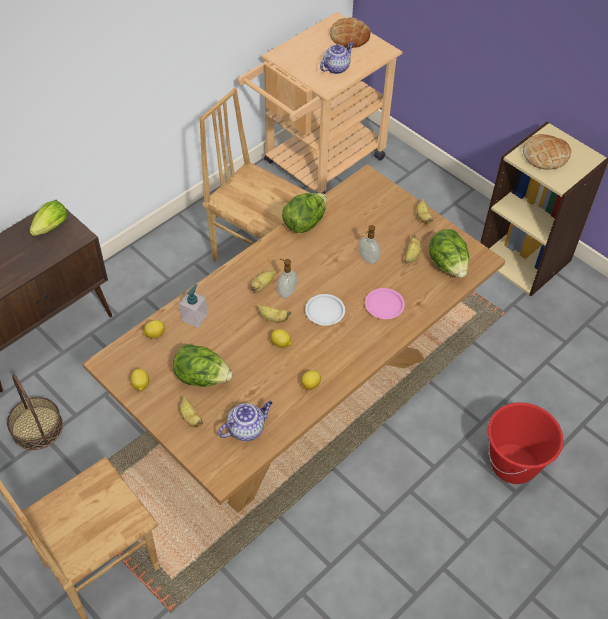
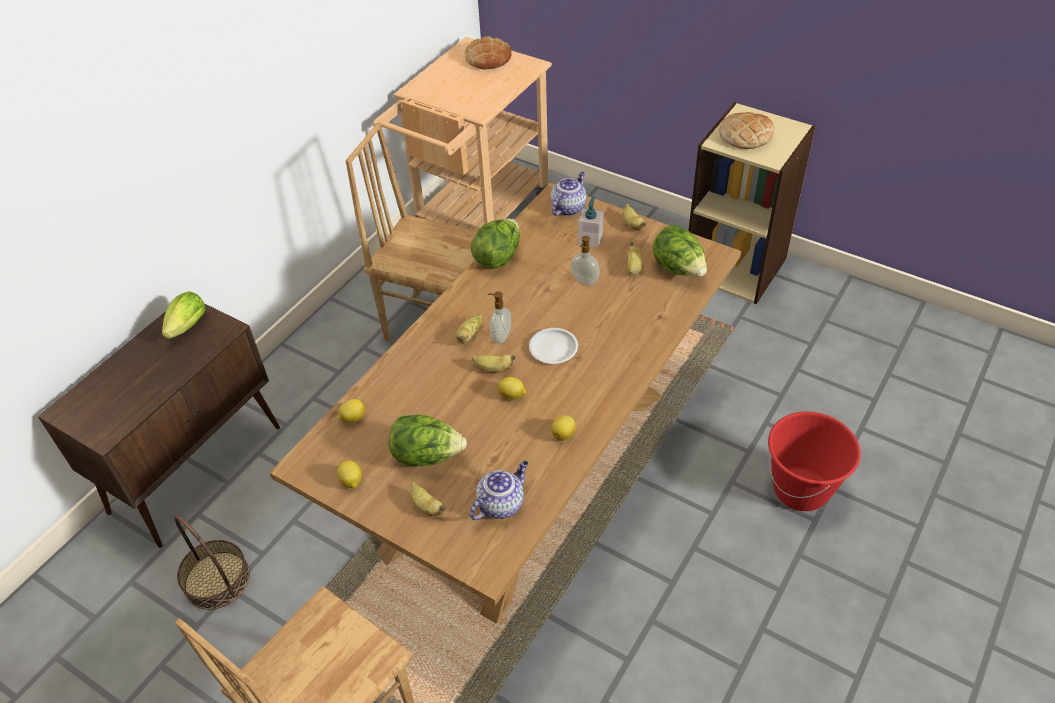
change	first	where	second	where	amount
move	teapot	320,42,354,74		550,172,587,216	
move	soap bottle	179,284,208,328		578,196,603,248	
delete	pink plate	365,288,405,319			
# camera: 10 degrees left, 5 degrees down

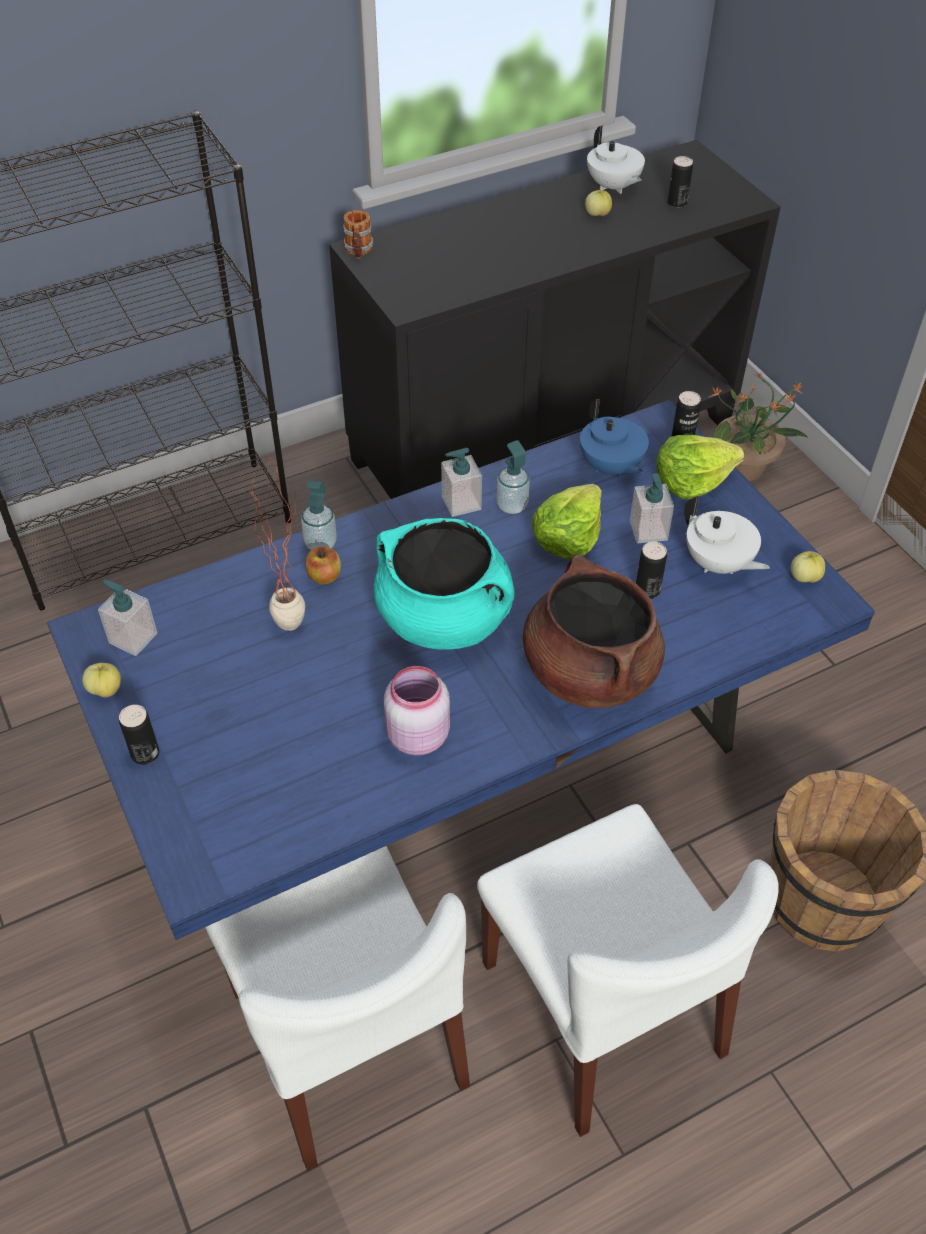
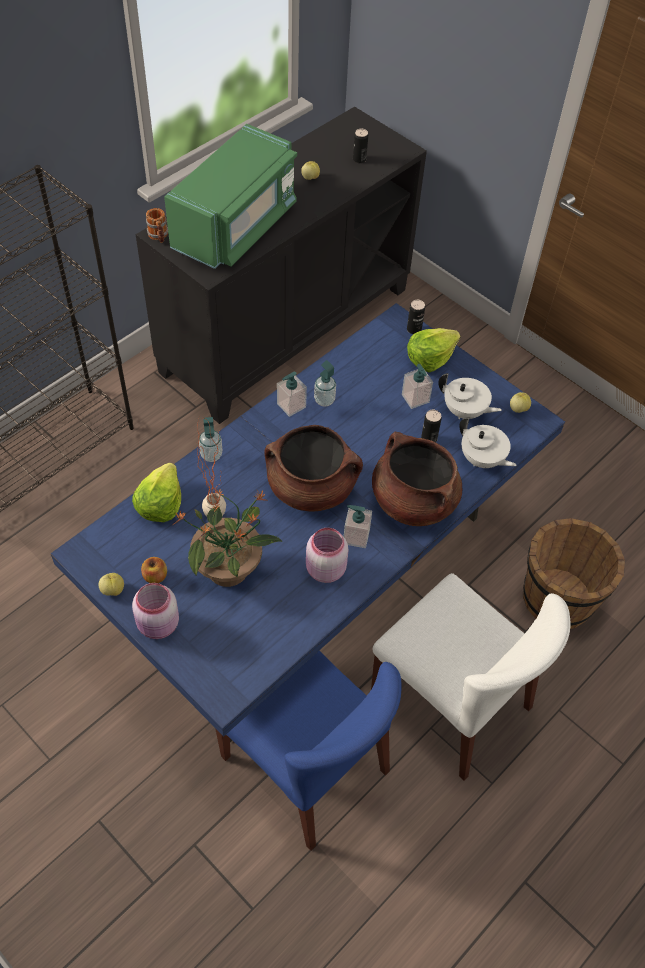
change	first	where	second	where	amount
move	white teapot	587,125,645,194		459,417,517,468	
move	potted plant	709,371,808,481		173,488,283,587	
delete	blue-coloured teapot	580,399,649,478			
move	head of lettuce	531,484,602,559		132,463,181,522	
recolor	blue-green cooking pot	374,518,515,650	brownish cooking pot	264,425,363,512	
move	whole apple	305,546,341,584		141,557,167,583	
move	soap bottle	98,580,157,656		344,505,372,548	
replace	metal can	119,705,159,765	pink preserve jar	132,583,179,639	
recolor	white chair	205,846,470,1171	blue-coloured chair	215,650,402,851	
insert			green microwave oven	164,124,297,269	
# camera: 20 degrees left, 5 degrees up

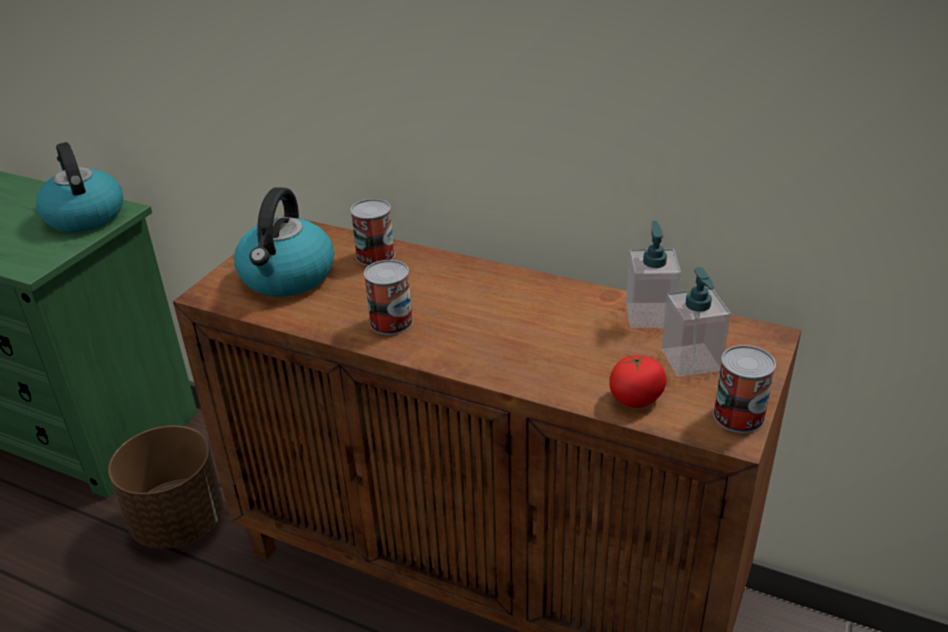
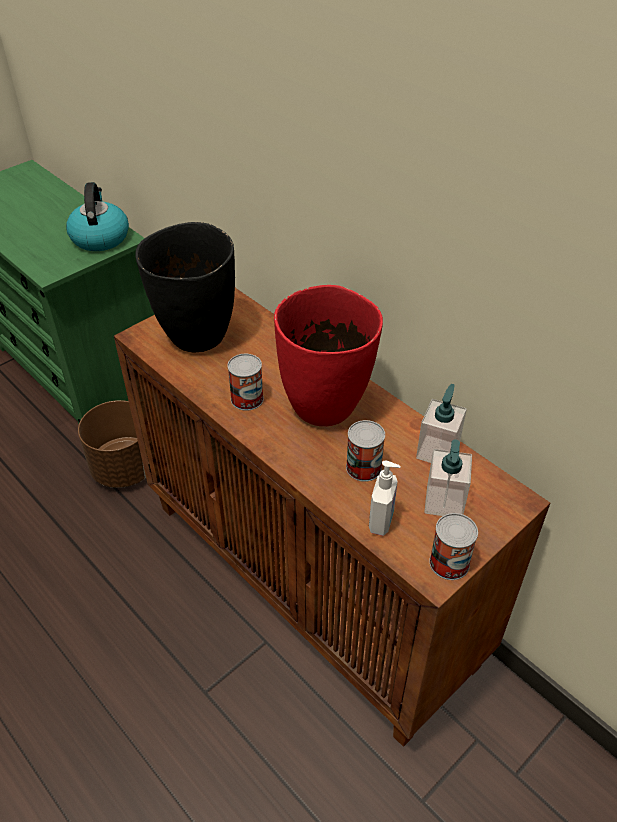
change	first	where	second	where	amount
replace	water kettle	234,187,334,297	black-coloured decorative vase	135,222,235,352	
move	metal can	350,199,395,266		346,420,385,482	
replace	whole tomato	609,353,666,408	soap bottle	369,461,401,536	
insert			red decorative vase	274,285,383,426	
# camera: 20 degrees right, 10 degrees up

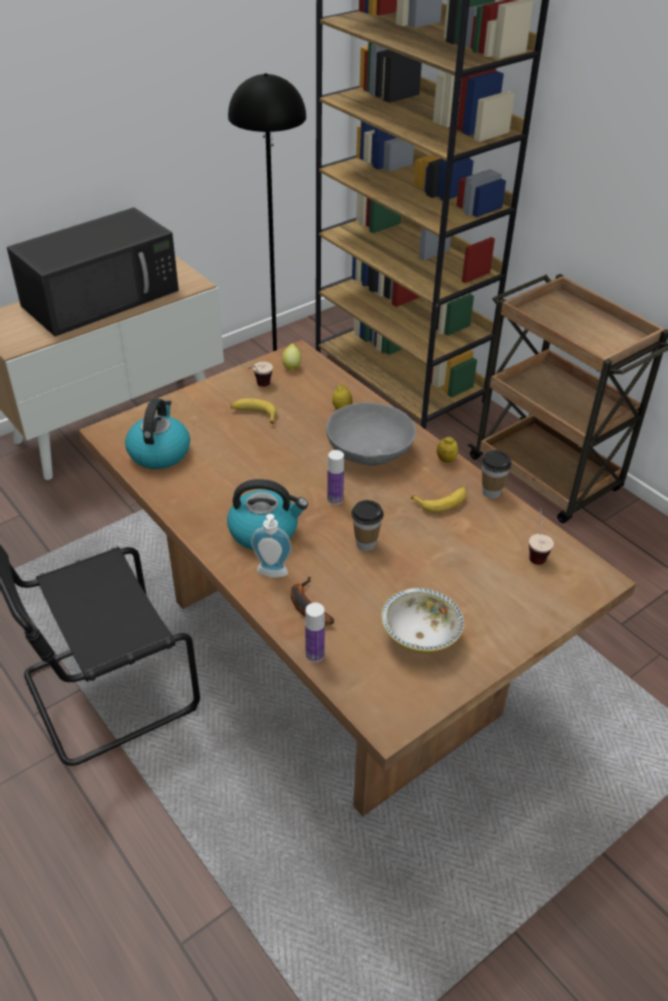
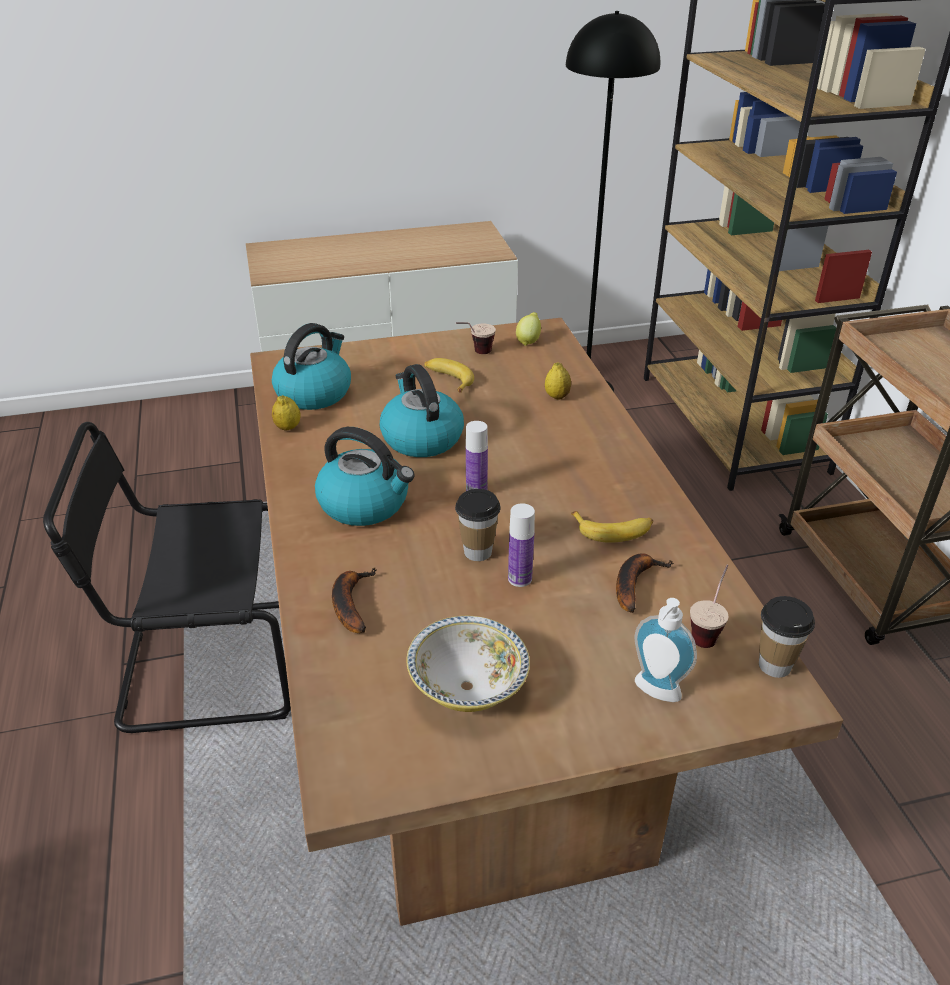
change	first	where	second	where	amount
delete	black-coloured microwave oven	7,207,179,336			
delete	greyish bowl	326,402,416,466			
move	lemon	437,437,458,462		272,395,301,430	
move	cup	481,450,512,499		759,596,815,678	
move	soap bottle	251,514,292,578		634,598,697,702	
move	bottle	305,603,325,662		508,503,535,587	
insert			water kettle	380,364,464,457	
insert			banana fruit	616,553,674,613	
# camera: 25 degrees right, 5 degrees down

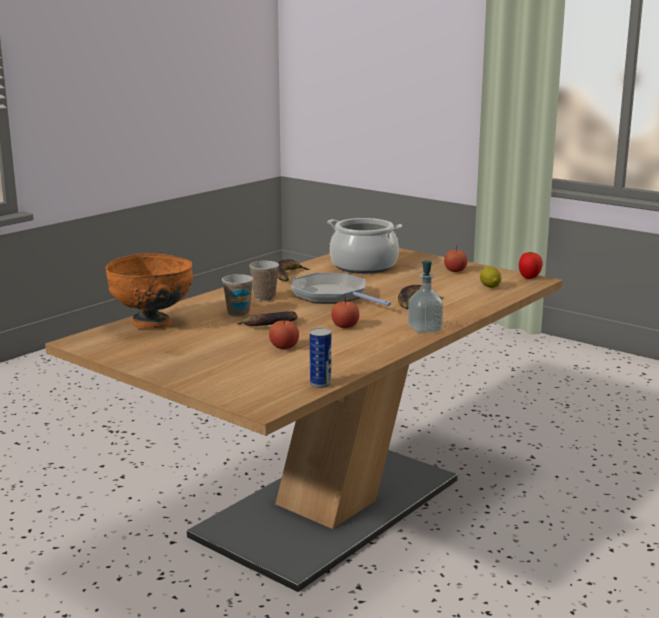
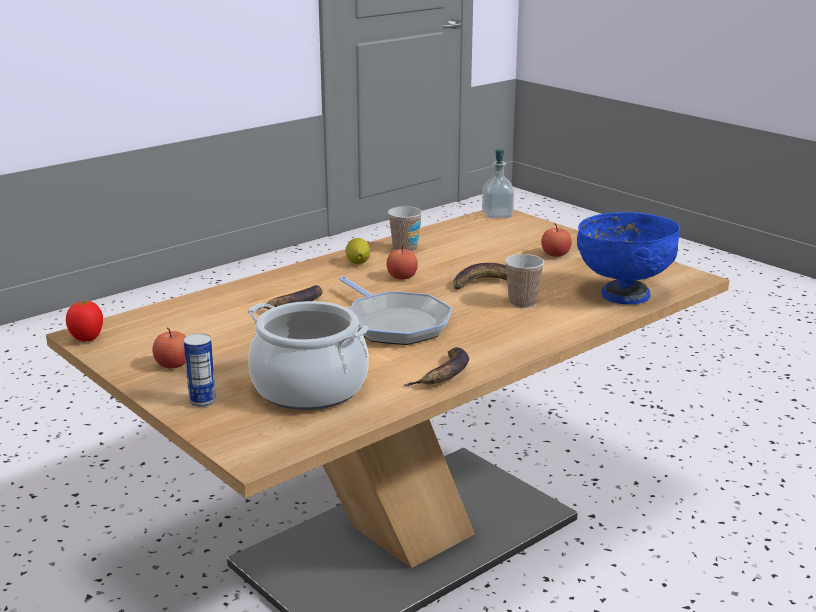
change	first	where	second	where	amount
recolor	orangey bowl	105,253,193,328	blue-coloured bowl	577,212,680,304	
move	cup	249,261,279,301		388,206,422,252	
move	soap bottle	408,261,443,333		482,149,514,219	
move	lemon	480,267,502,288		345,238,370,264	
move	whole apple	269,315,299,349		541,223,572,257	
move	metal can	310,328,331,388		184,333,216,407	
# camera: 170 degrees left, 5 degrees up

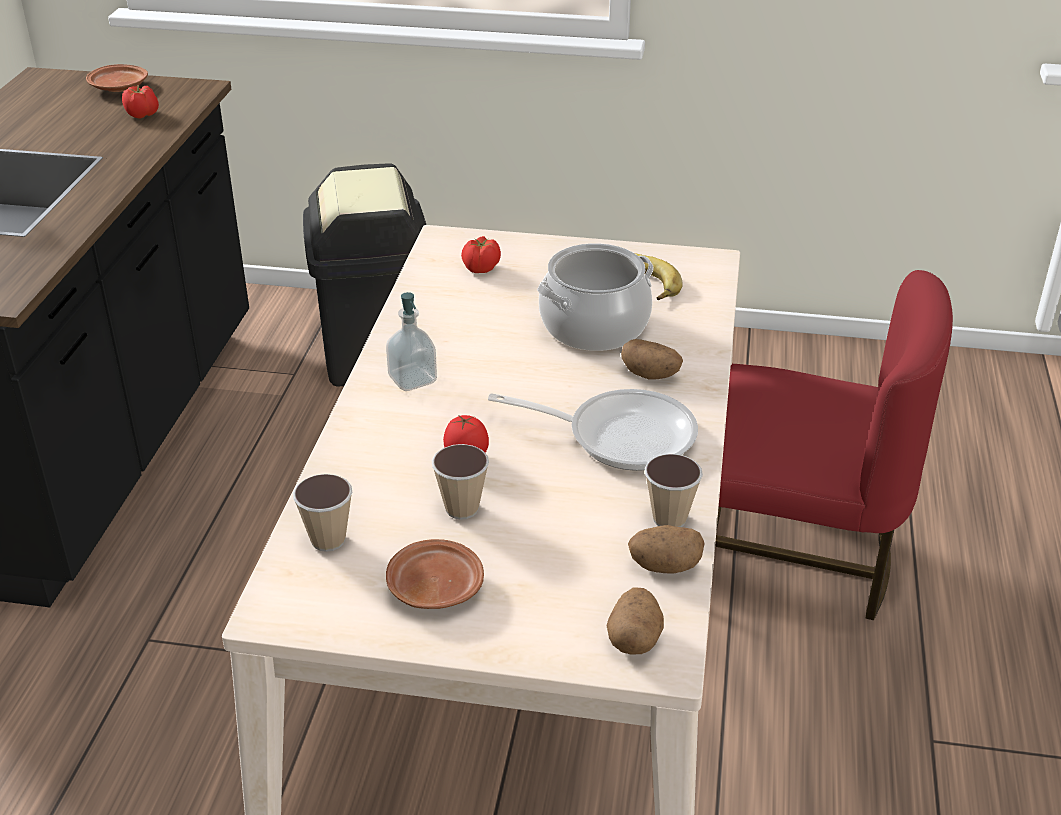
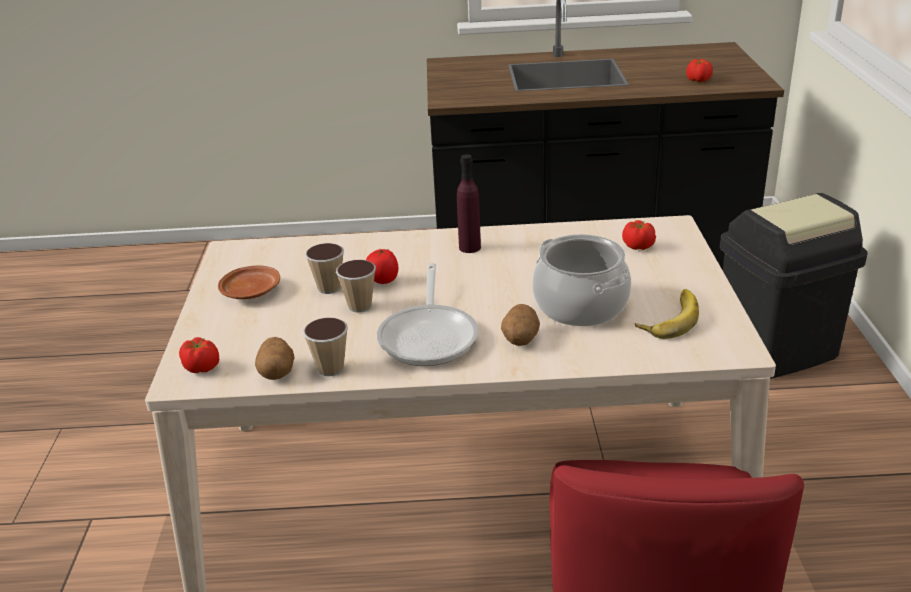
change	first	where	second	where	amount
delete	brownish plate	86,64,148,92			
replace	soap bottle	386,292,437,391	purple-coloured bottle	457,154,481,253	
move	cup	293,474,353,552		336,260,376,312	
replace	spud	606,587,664,655	whole tomato	179,337,219,373	
# camera: 80 degrees right, 5 degrees down

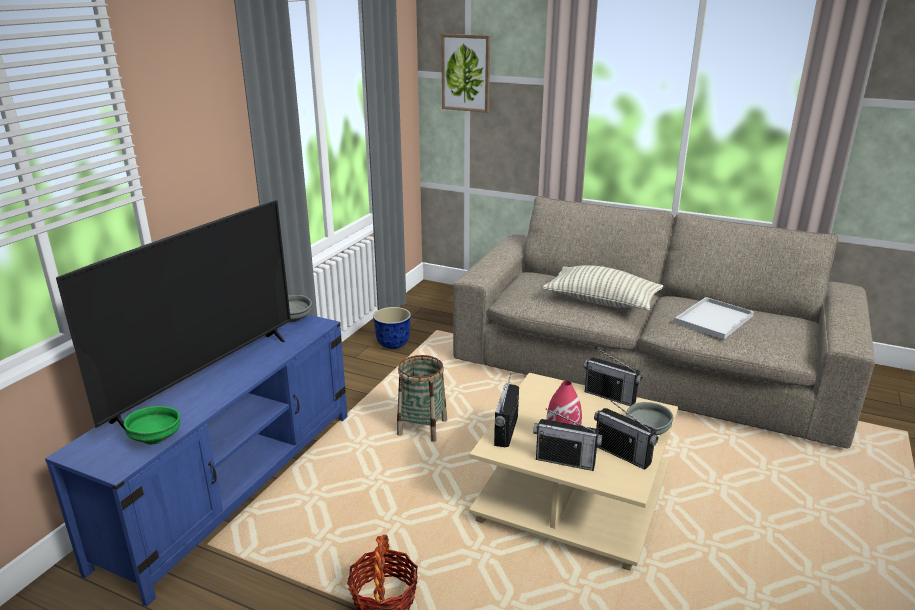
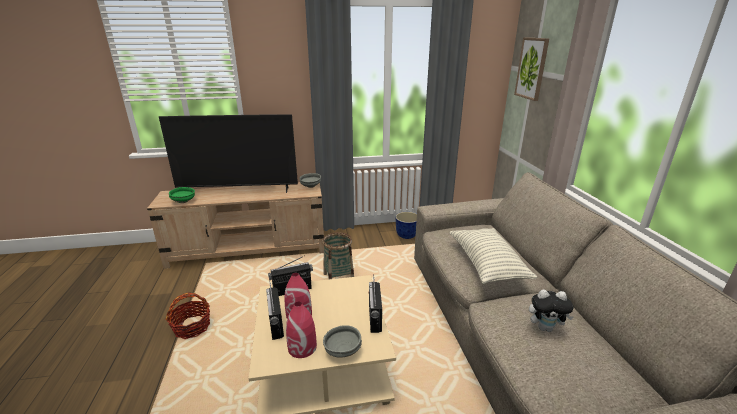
change	first	where	second	where	amount
replace	white tray	674,297,754,339	soft toy	529,290,574,332	
recolor	blue-coloured tv stand	45,315,348,607	beige tv stand	147,182,324,269	
replace	radio receiver	594,398,658,470	red decorative vase	286,302,317,358	
# camera: 55 degrees right, 0 degrees up

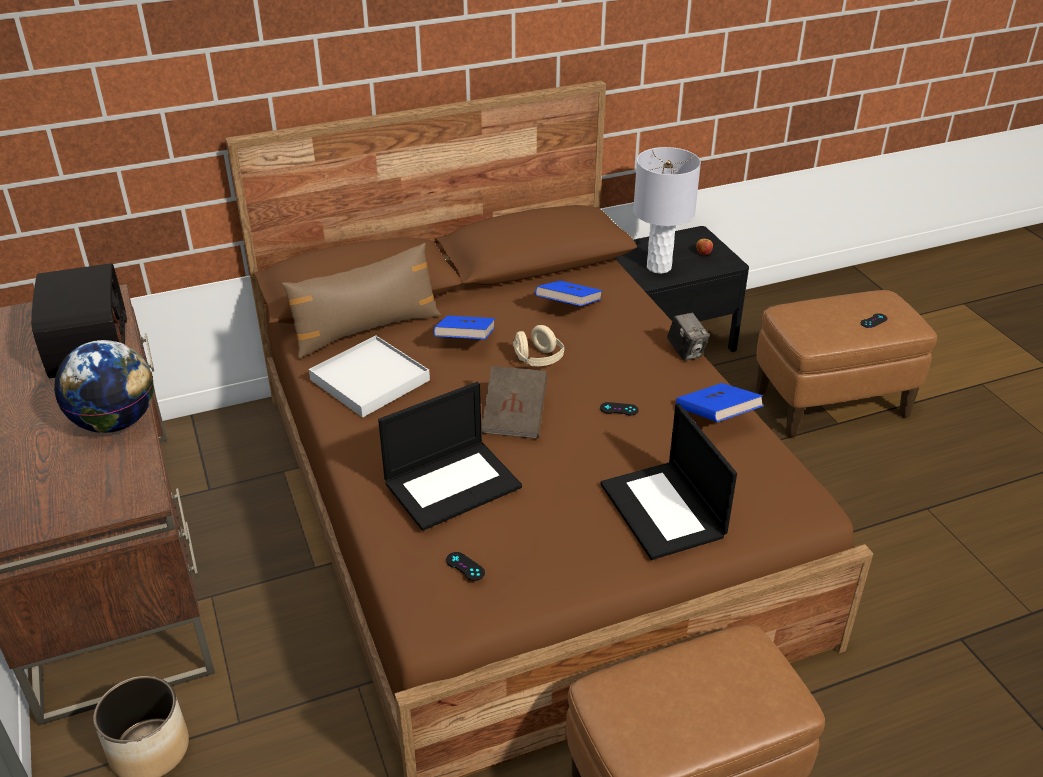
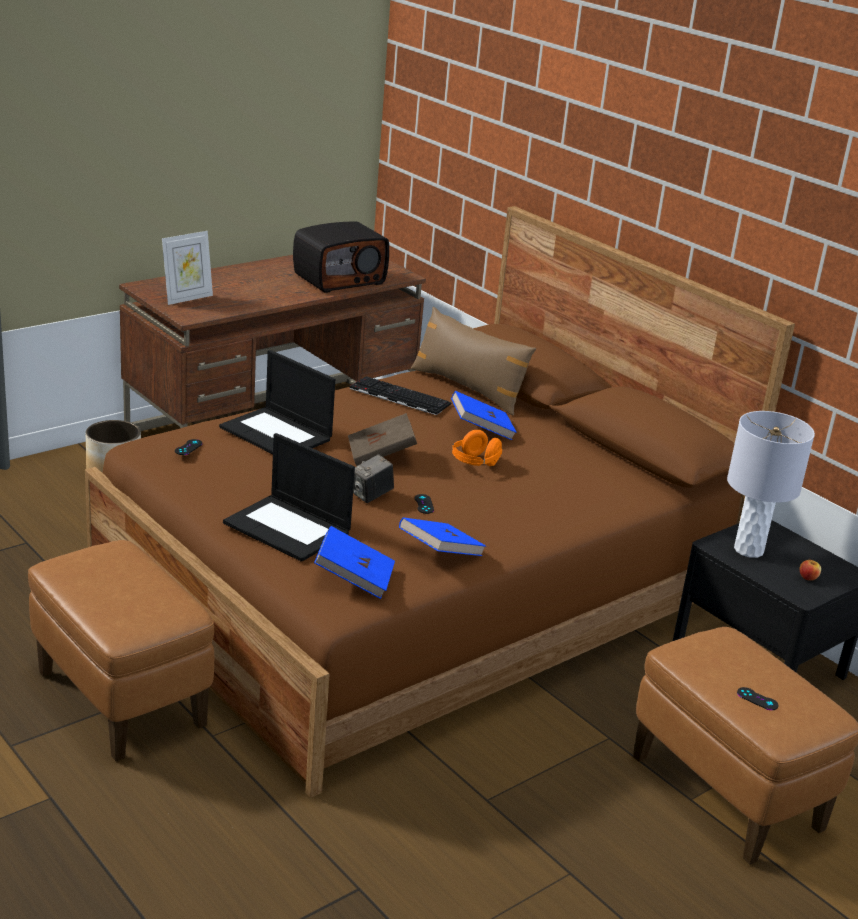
change	first	where	second	where	amount
move	blue-coloured book	535,281,603,306		314,526,395,599	
move	still camera	667,313,710,361		353,454,394,503	
recolor	beige headset	513,325,565,366	orangey headset	452,430,502,466	
replace	white tray	309,335,430,418	keyboard	349,376,452,415	
delete	globe	54,340,154,433			
rotate	laptop	600,404,737,560		223,433,355,562	105 degrees counterclockwise
insert			picture frame	162,231,213,305	
# camera: 70 degrees right, 10 degrees down

